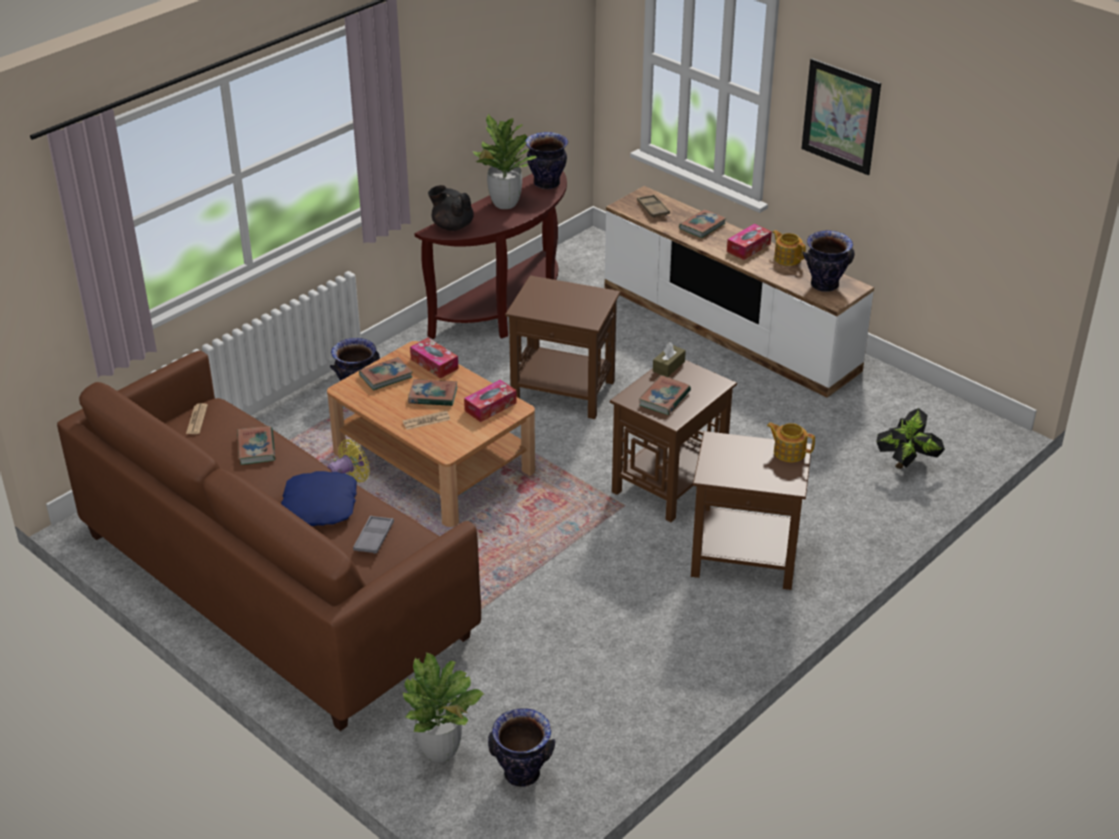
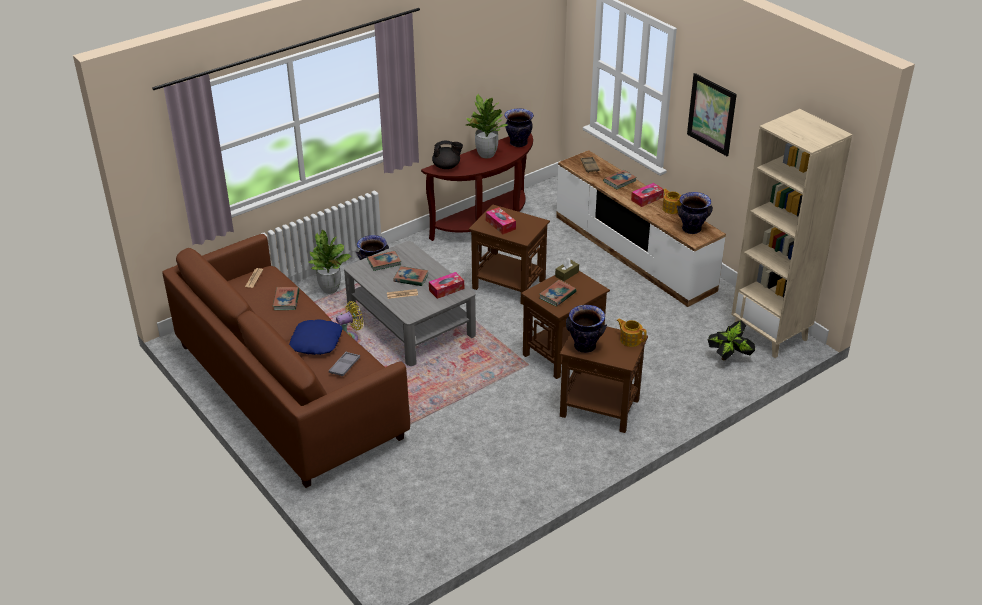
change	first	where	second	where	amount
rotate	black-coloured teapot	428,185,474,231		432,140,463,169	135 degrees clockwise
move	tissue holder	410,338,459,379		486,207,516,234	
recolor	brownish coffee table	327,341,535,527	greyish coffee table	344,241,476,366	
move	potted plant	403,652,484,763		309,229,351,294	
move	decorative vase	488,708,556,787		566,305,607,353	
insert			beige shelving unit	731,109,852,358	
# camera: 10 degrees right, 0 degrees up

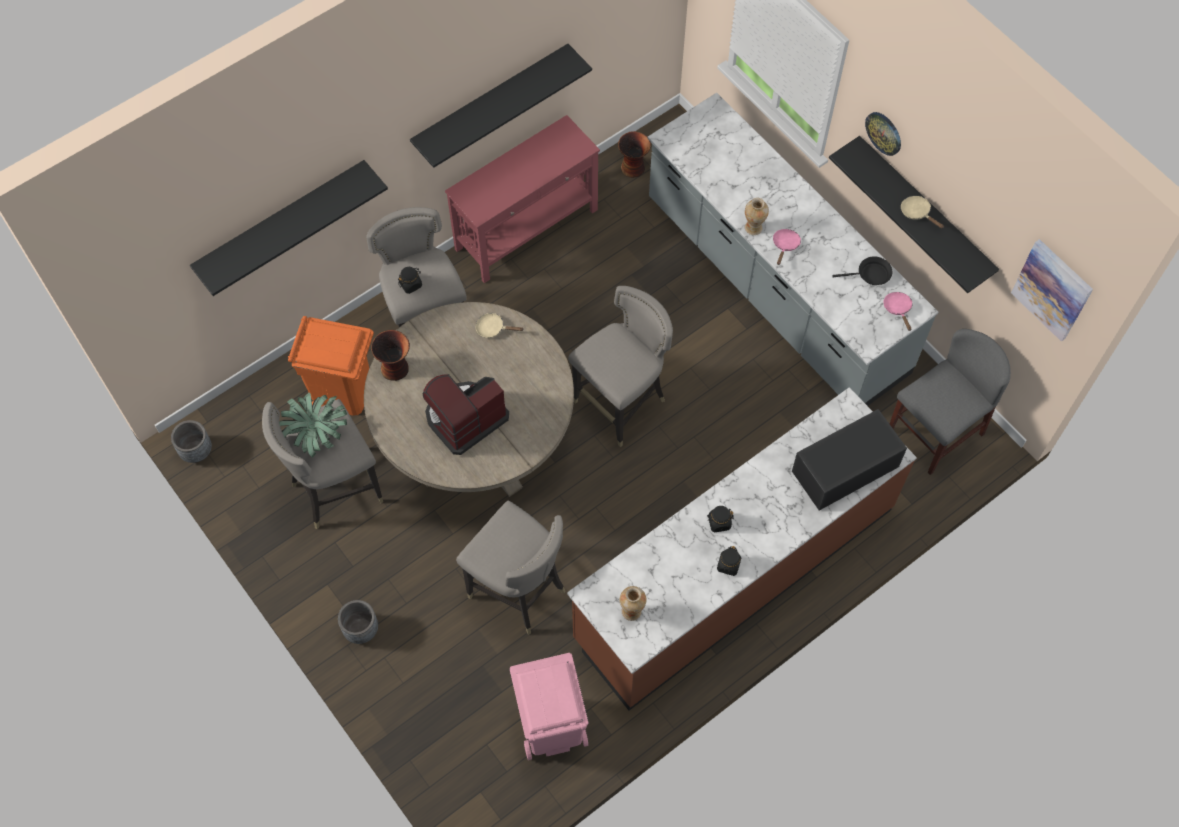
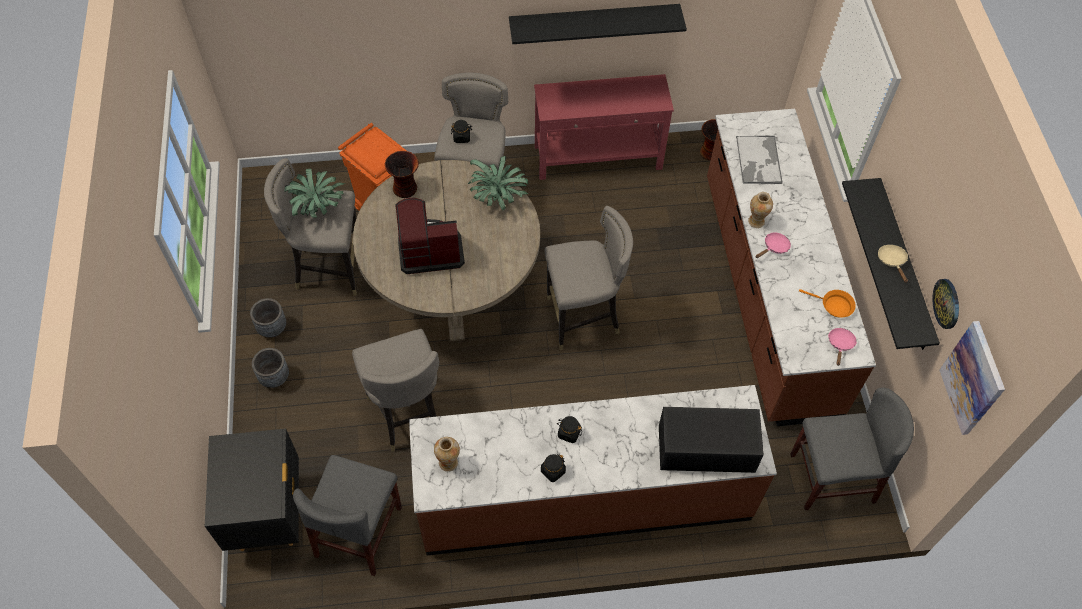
change	first	where	second	where	amount
recolor	greyish kitchen counter	648,93,938,406	brownish kitchen counter	707,109,876,426	
move	hanging clock	865,112,901,156		932,279,959,329	
delete	black-coloured shelf	190,160,388,296			
recolor	black-coloured frying pan	833,256,892,285	orangey frying pan	799,289,856,317	
replace	beige frying pan	475,313,523,338	potted plant	468,156,528,210	
move	greyish plant pot	171,420,212,463		250,298,286,338	
replace	pink trash can	510,653,589,760	greyish chair	293,455,402,576	
insert			tray	736,136,782,184	
insert			black-coloured bedside table	205,429,299,551	
# camera: 30 degrees right, 5 degrees down

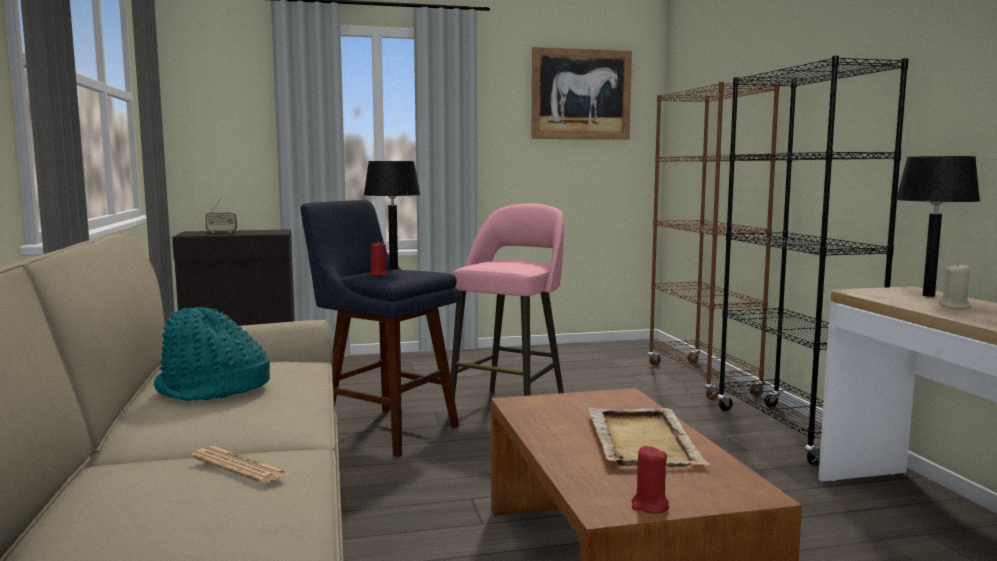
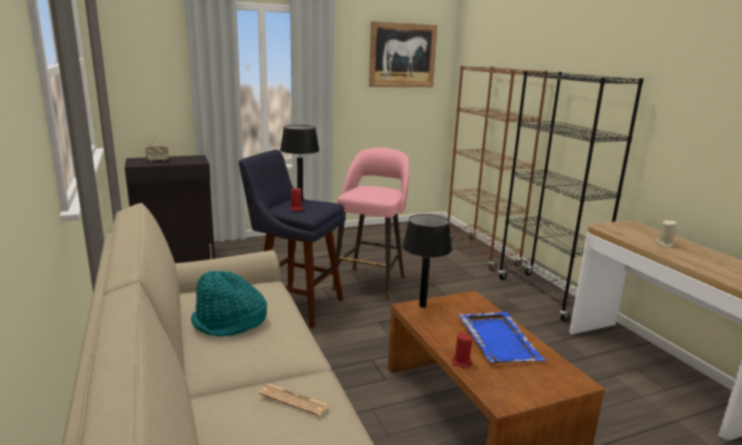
change	first	where	second	where	amount
move	black-coloured lamp for a table	896,156,980,297		402,214,452,308	
recolor	beige tray	588,407,710,467	blue-coloured tray	458,312,546,363	
move	red wax candle	631,446,669,513		452,332,472,368	
# camera: 10 degrees left, 10 degrees up

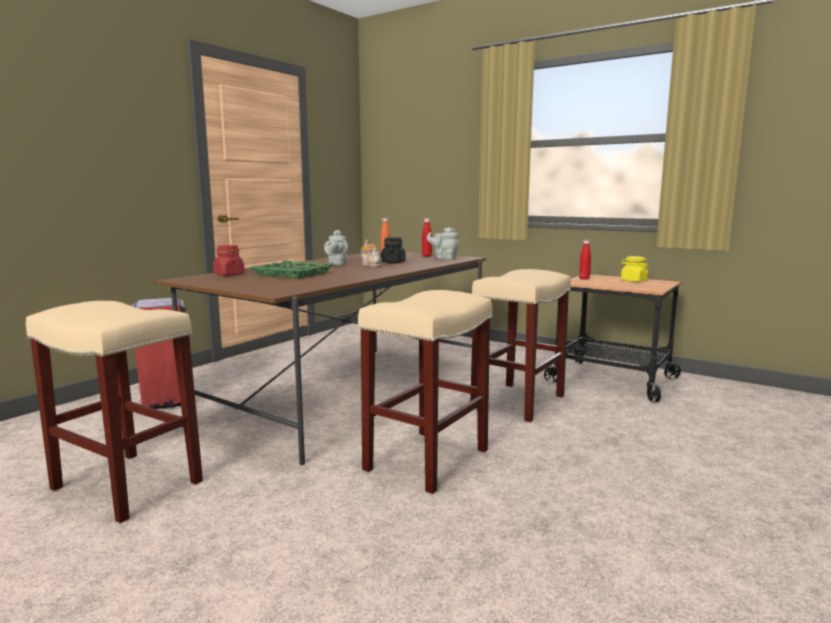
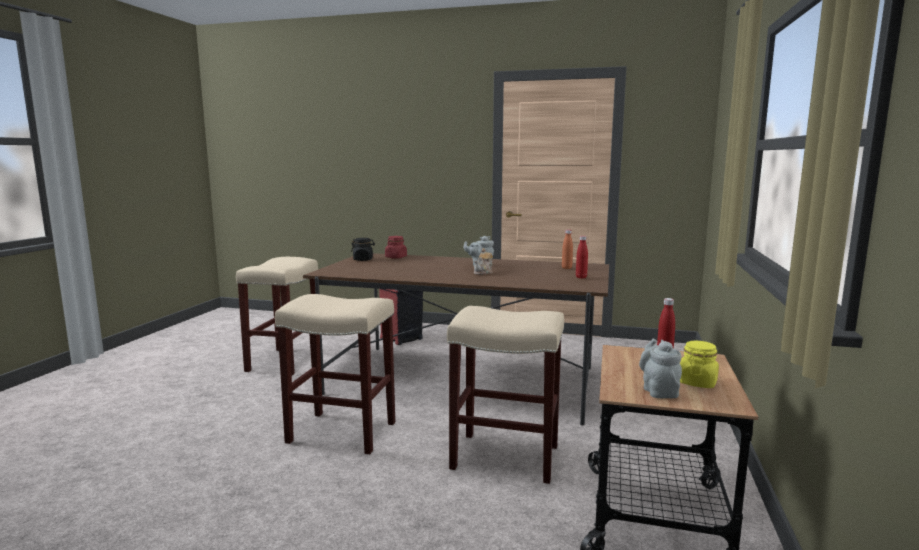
change	first	where	second	where	amount
move	greyish teapot	427,227,459,259		639,339,682,398	
move	black-coloured preserve jar	381,237,406,264		351,238,375,261	
delete	green tray	250,260,334,278			
# camera: 70 degrees right, 0 degrees up

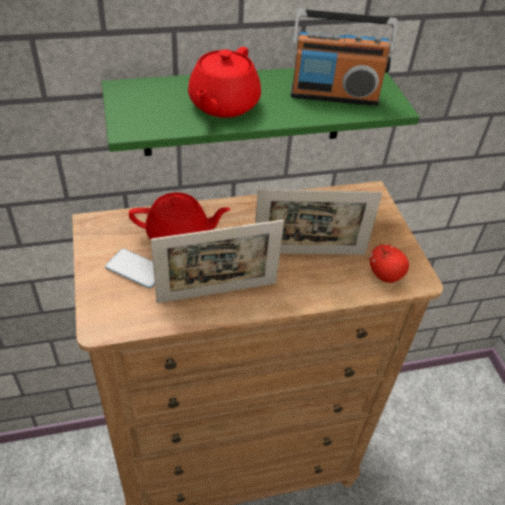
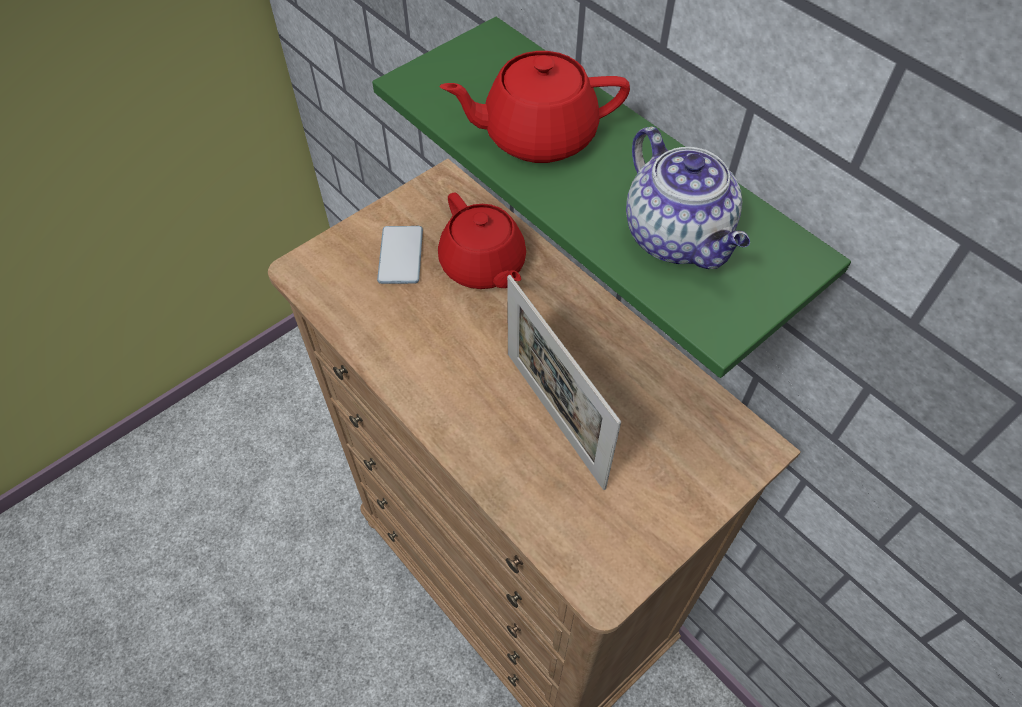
change	first	where	second	where	amount
replace	radio receiver	291,9,398,106	teapot	626,126,750,269	
delete	picture frame	151,220,284,303			
delete	whole apple	370,244,409,283			
# camera: 65 degrees right, 10 degrees up

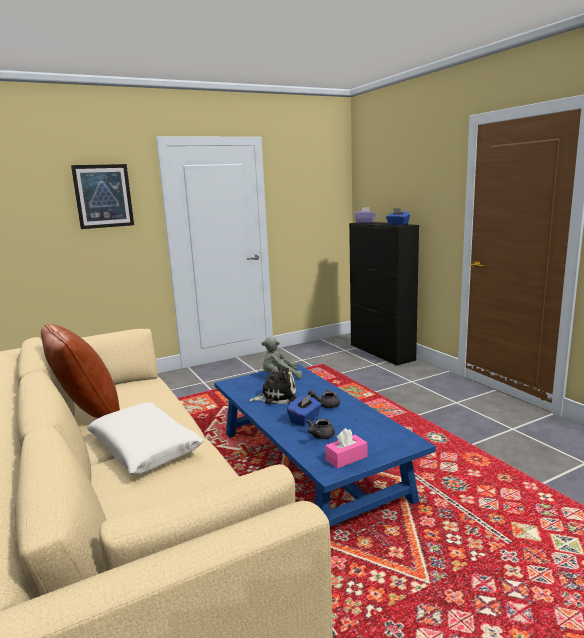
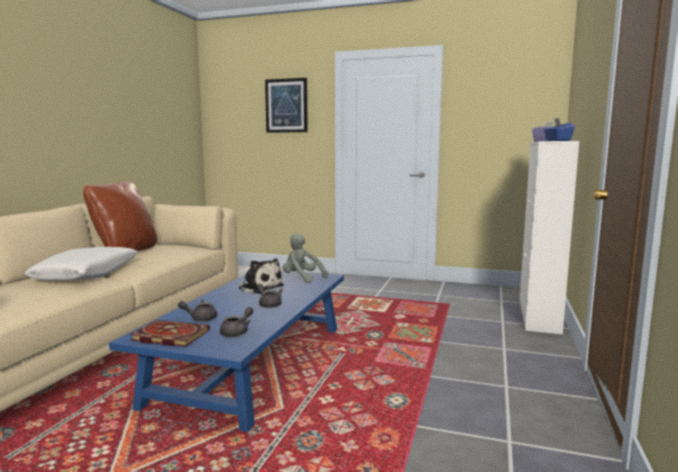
change	first	where	second	where	amount
recolor	black-coloured cupboard	349,222,419,365	white cupboard	520,141,579,334	
delete	blue-coloured tissue holder	287,394,321,426			
replace	pink tissue holder	325,428,367,469	book	130,320,210,347	
insert			greyish teapot	220,307,253,337	
# camera: 45 degrees right, 5 degrees down

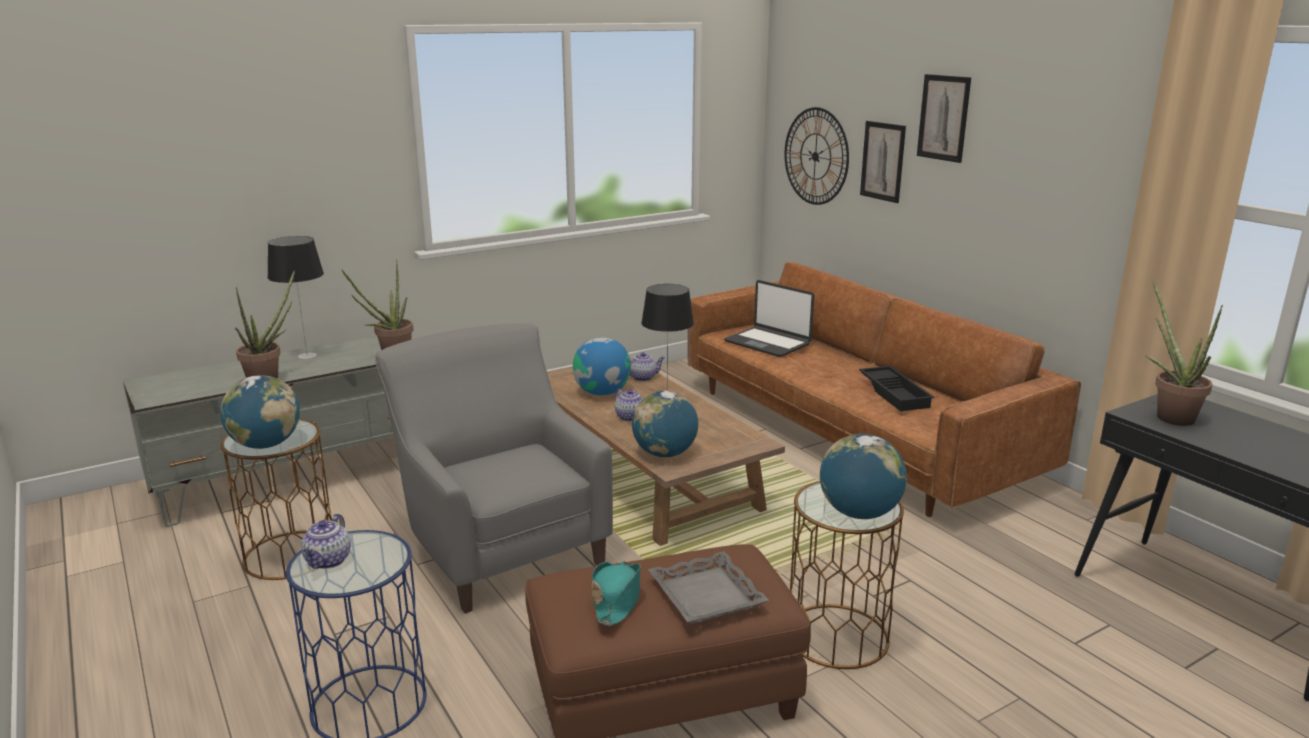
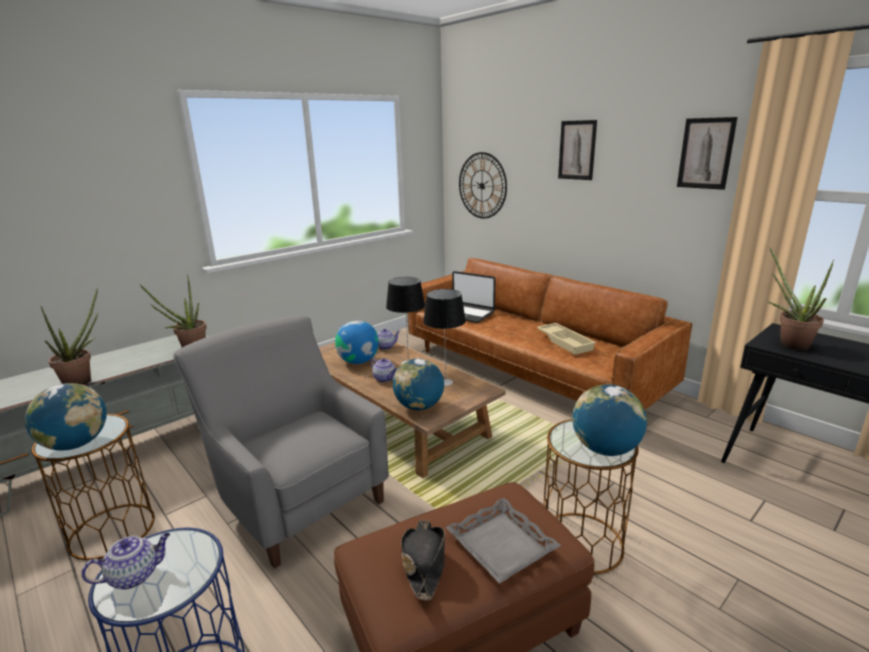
change	first	where	second	where	amount
move	wall art	860,121,906,203		677,117,738,190	
move	lamp for a table	267,236,324,359		423,289,466,386	
recolor	black-coloured tray	859,366,934,411	beige tray	537,323,596,355	
rotate	teapot	301,514,351,569		81,533,170,590	120 degrees counterclockwise
recolor	blue-green hat	592,561,641,626	black-coloured hat	401,520,445,601	
# camera: 10 degrees left, 0 degrees up

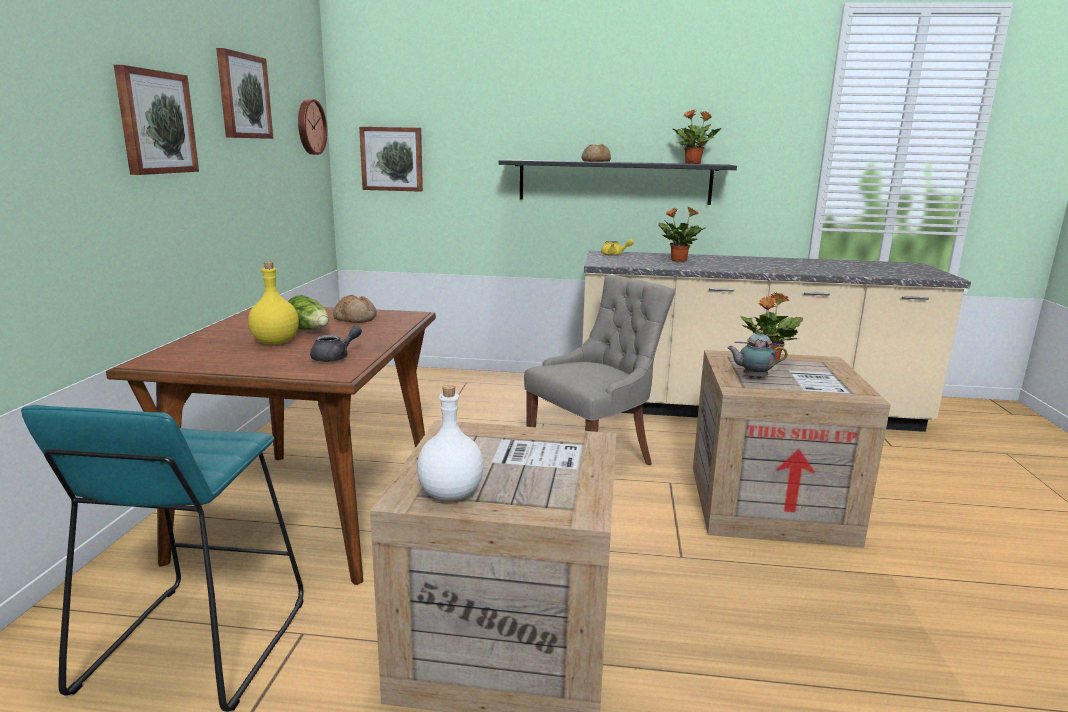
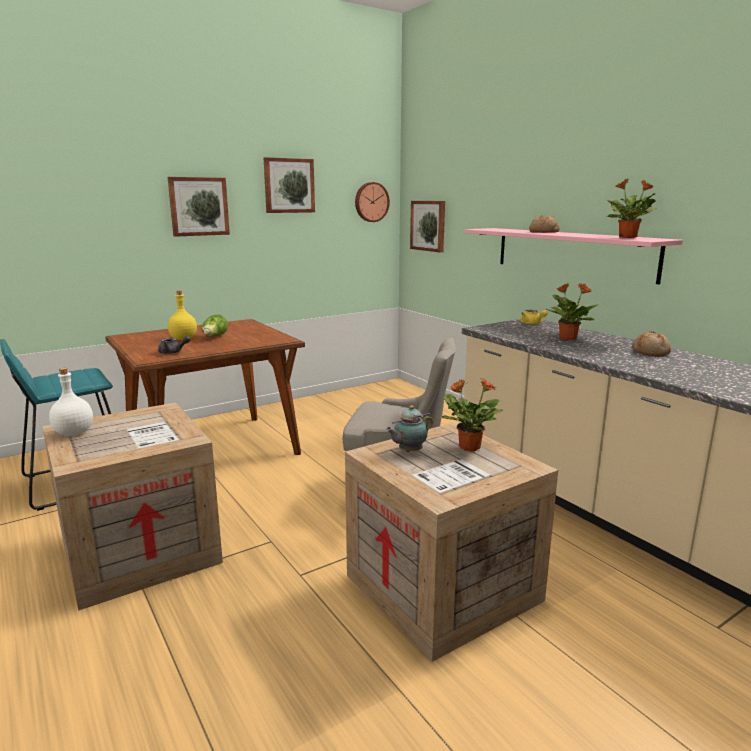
change	first	where	second	where	amount
recolor	black-coloured shelf	499,160,737,205	pink shelf	464,228,683,284	
move	bread	333,295,377,323		632,331,671,356	
rotate	teapot	727,330,788,379		386,405,433,452	90 degrees counterclockwise
# camera: 50 degrees right, 0 degrees up

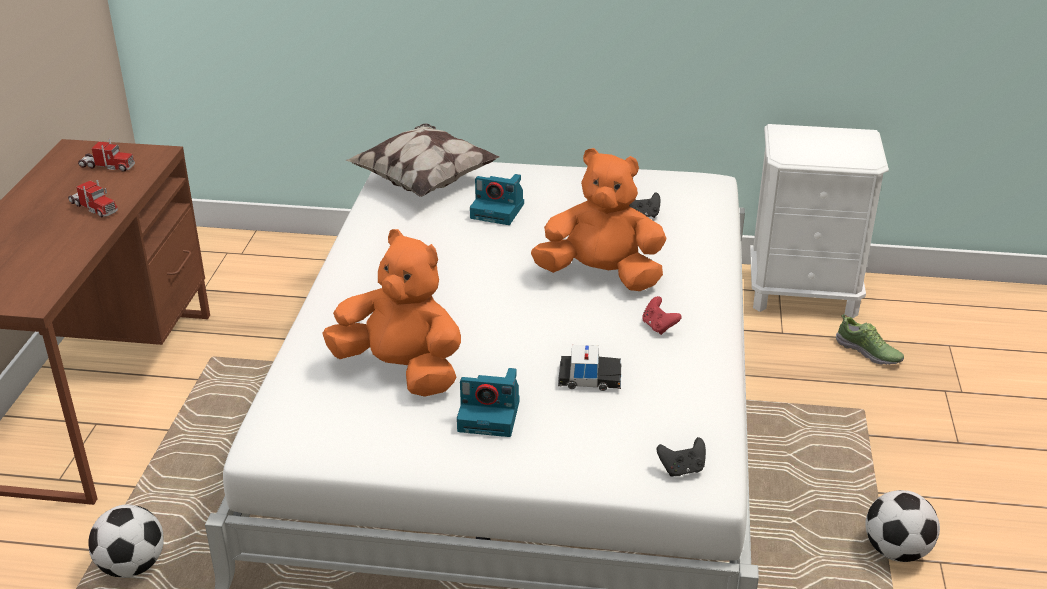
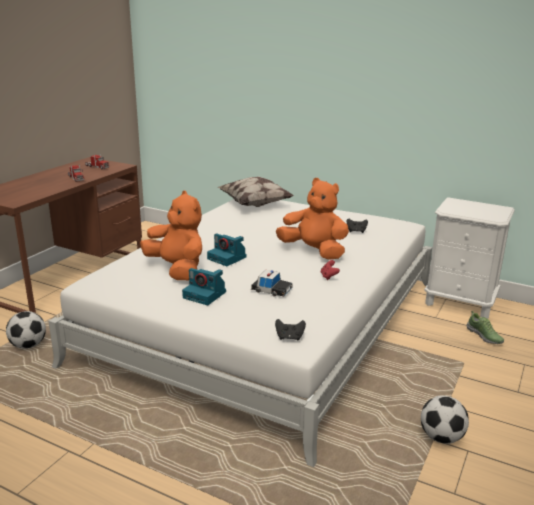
change	first	where	second	where	amount
move	still camera	470,174,524,225		207,233,247,266	
# camera: 20 degrees right, 10 degrees down

